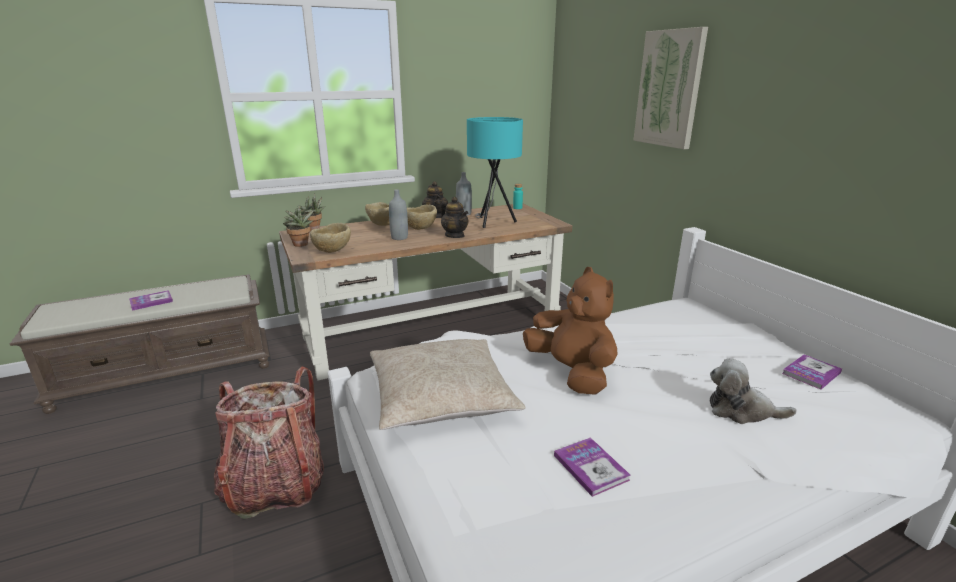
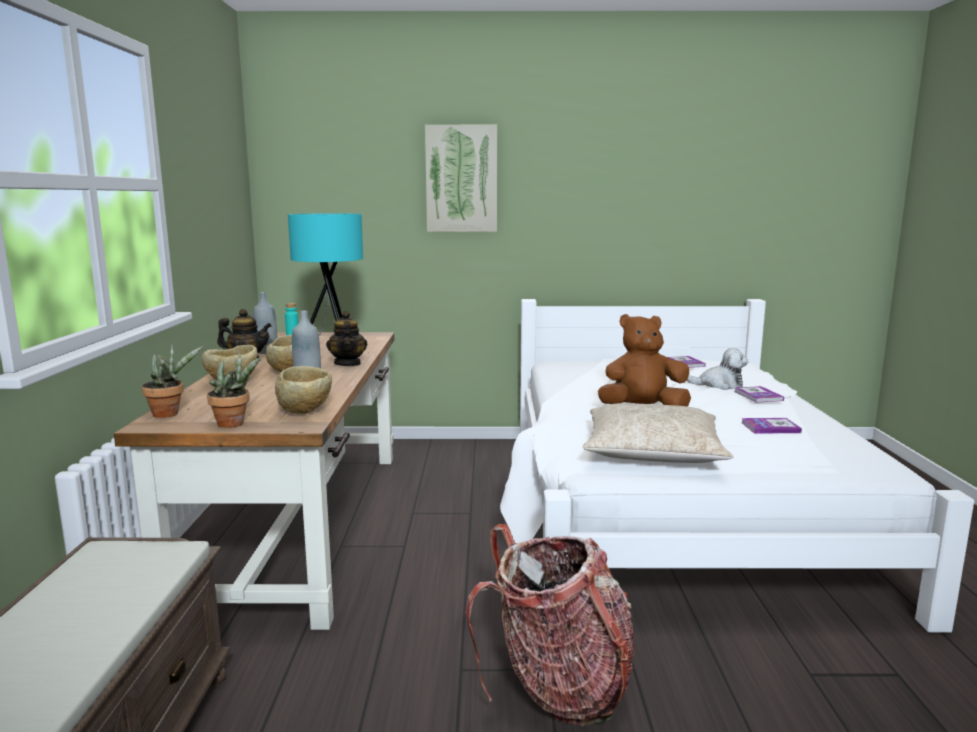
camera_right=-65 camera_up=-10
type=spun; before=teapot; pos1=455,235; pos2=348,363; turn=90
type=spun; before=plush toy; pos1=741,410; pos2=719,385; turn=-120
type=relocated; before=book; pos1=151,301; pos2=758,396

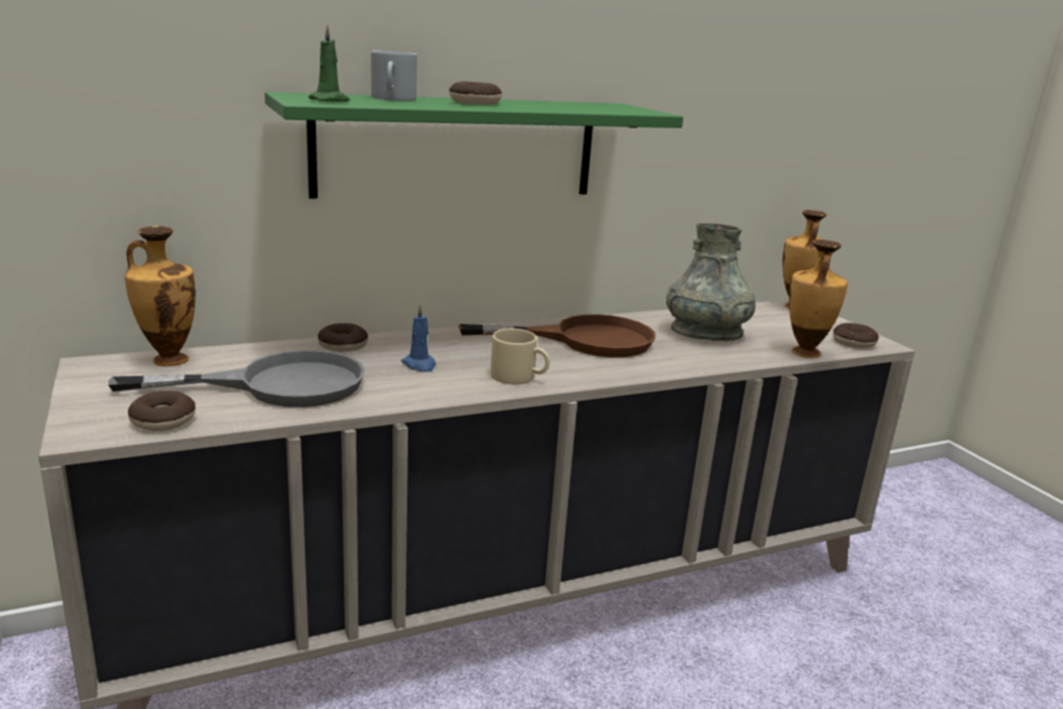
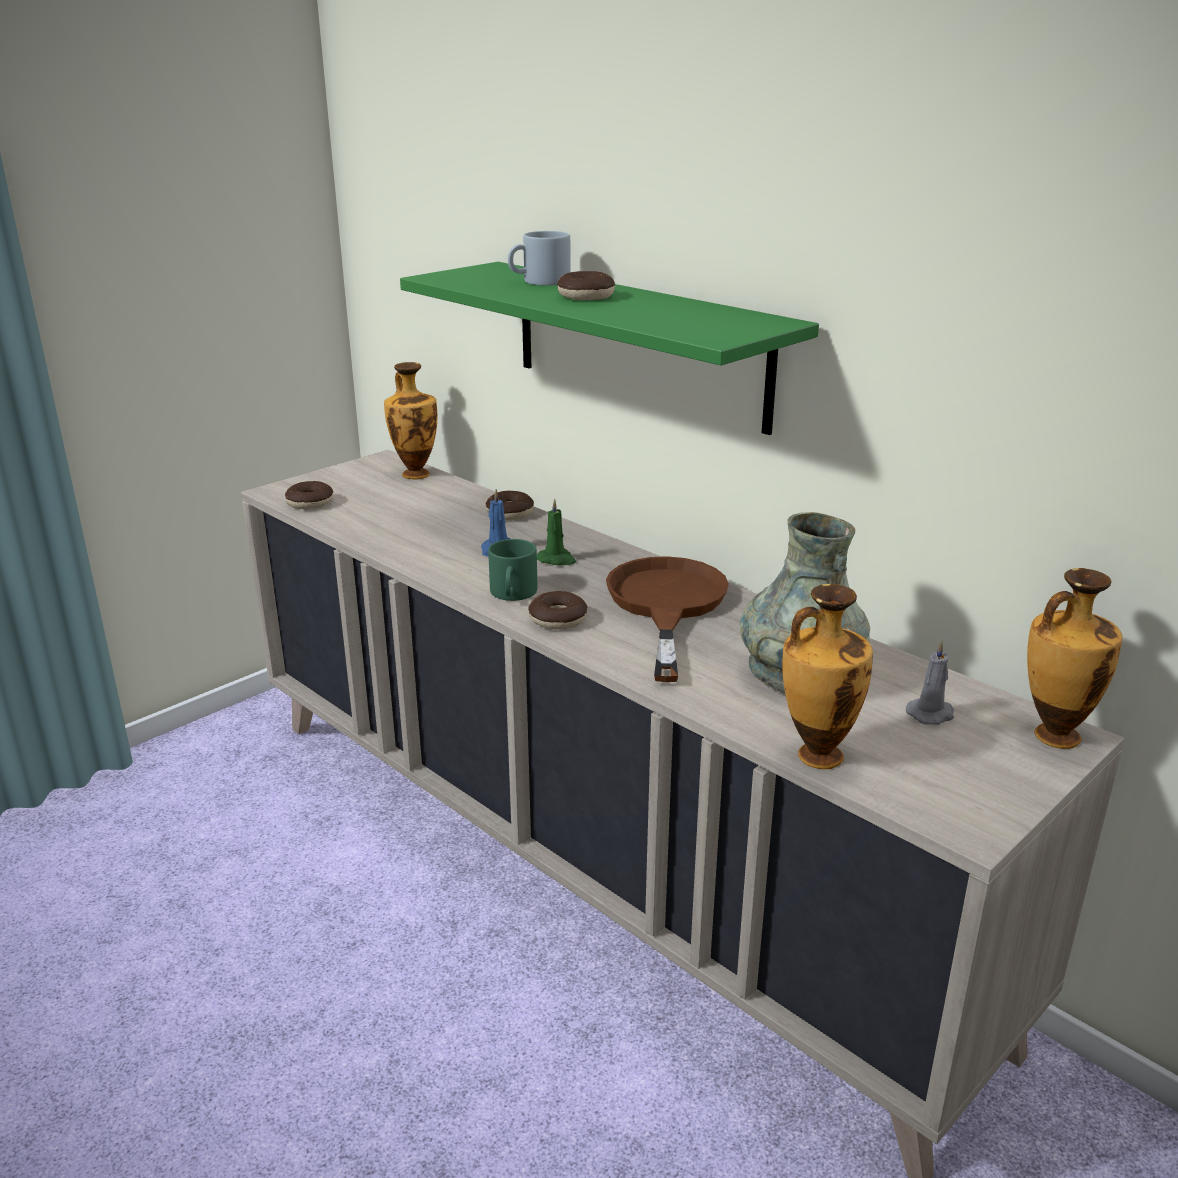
camera_right=70 camera_up=5
type=colour; before=beige mug; after=green mug; pos1=520,377; pos2=513,594
type=relocated; before=donut; pos1=853,343; pos2=558,619
type=relocated; before=green candle; pos1=330,101; pos2=557,560
type=spun; before=brown frying pan; pos1=584,340; pos2=666,605; turn=-150
type=appeared; after=grey candle; pos2=931,714
type=missing; before=grey frying pan; pos1=278,385

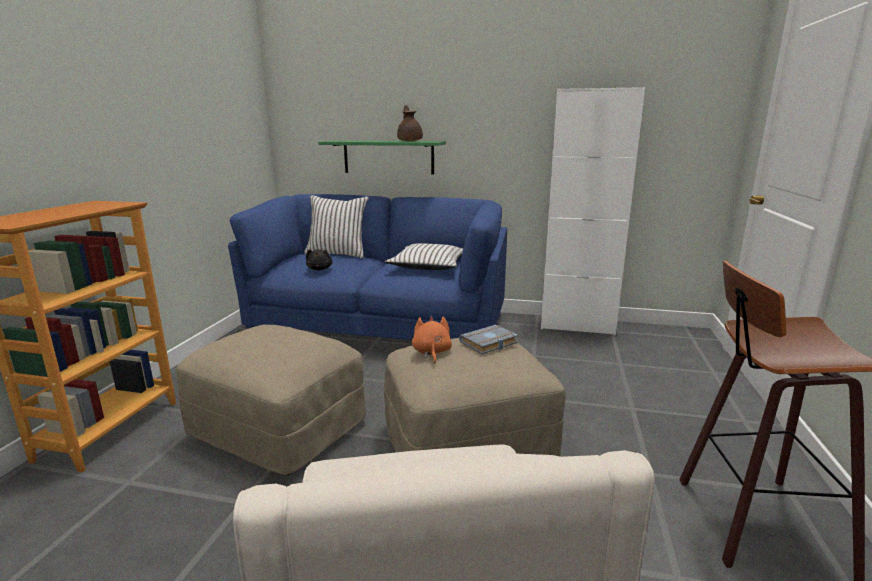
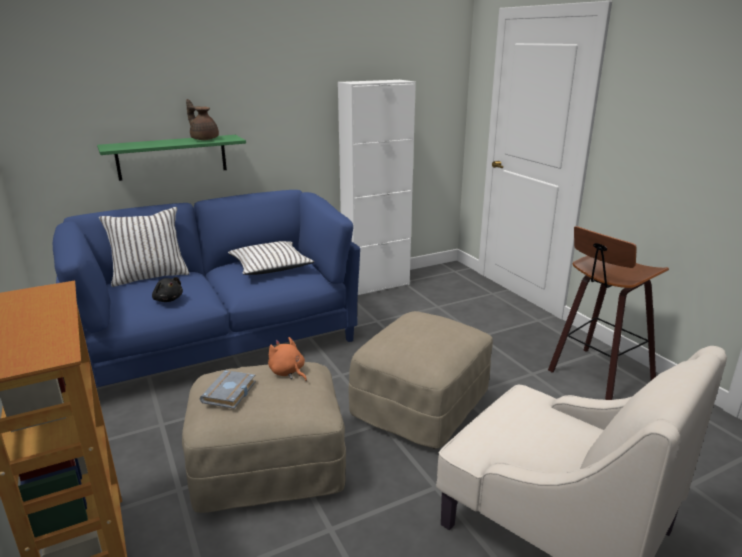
camera_right=-40 camera_up=5
type=relocated; before=grey book; pos1=488,344; pos2=230,393
type=relocated; before=orange plush toy; pos1=431,352; pos2=288,372

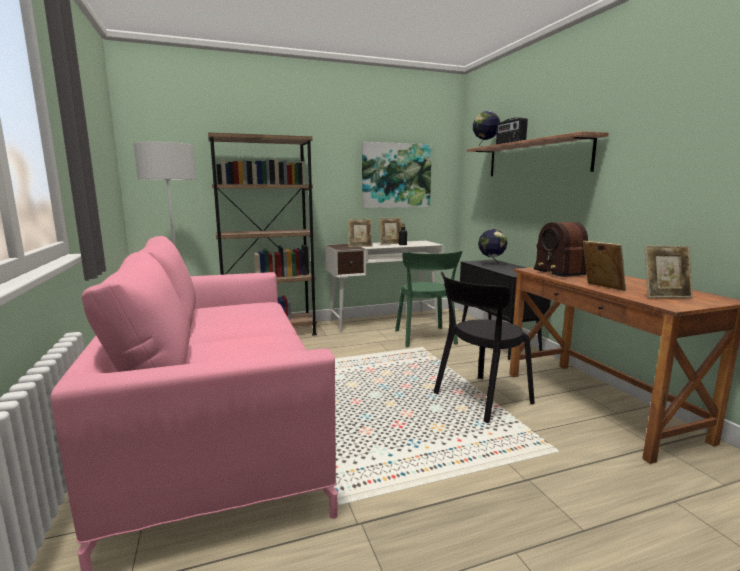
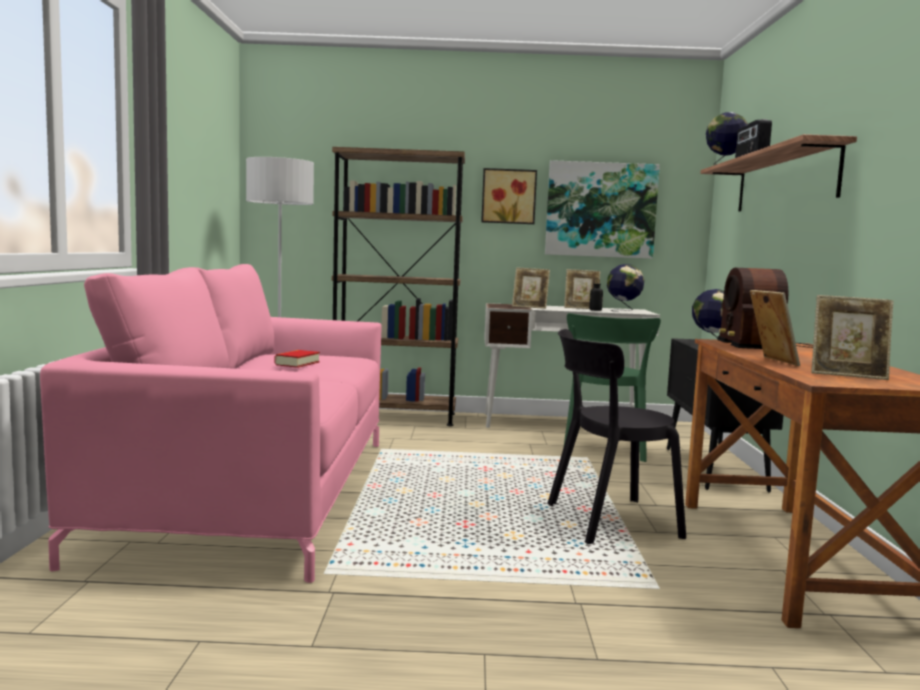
camera_right=20 camera_up=-5
type=appeared; after=book; pos2=297,363
type=appeared; after=picture; pos2=508,196
type=appeared; after=globe; pos2=623,311

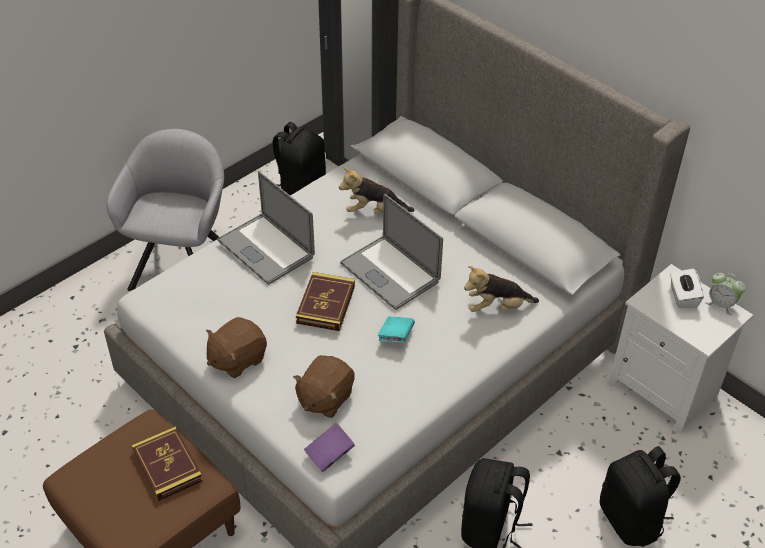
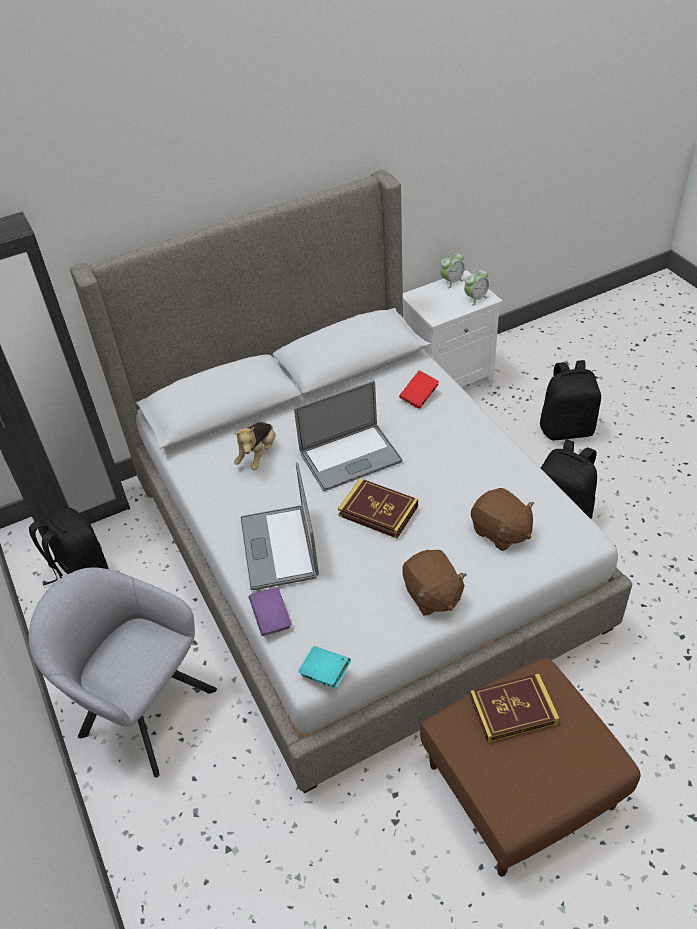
camera_right=-70 camera_up=0
type=spun; before=laptop; pos1=266,248; pos2=279,547; turn=105
type=relocated; before=purple book; pos1=329,454; pos2=271,618
type=relocated; before=turquoise book; pos1=396,336; pos2=325,673
type=exchanged; before=plush toy; after=red book; pos1=497,307; pos2=419,397
type=appeared; after=alarm clock; pos2=476,298
type=missing; before=white tissue box; pos1=683,297

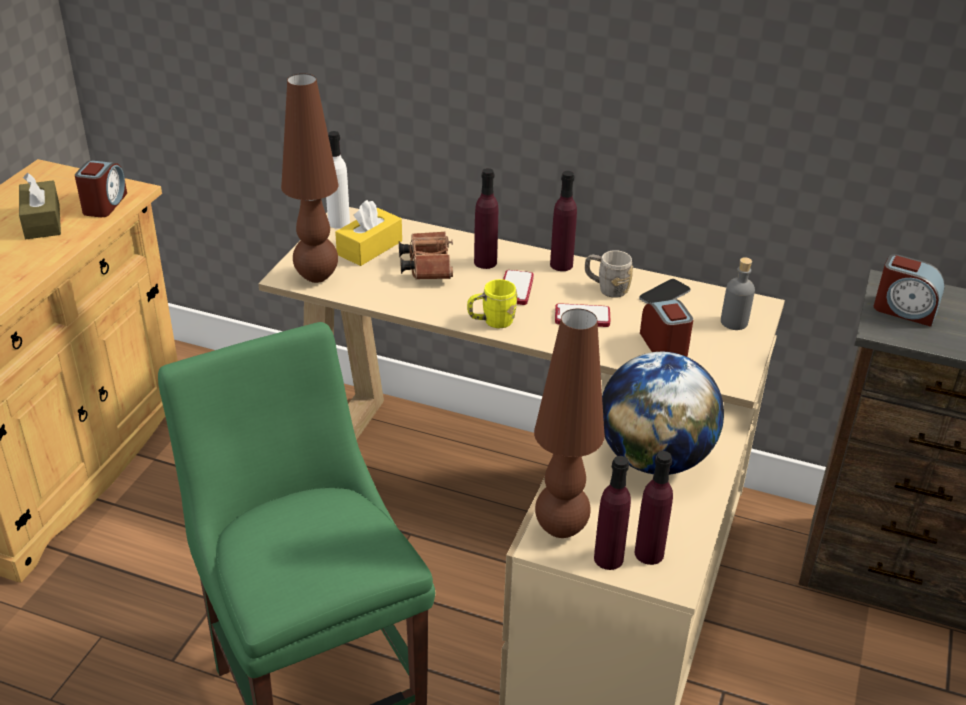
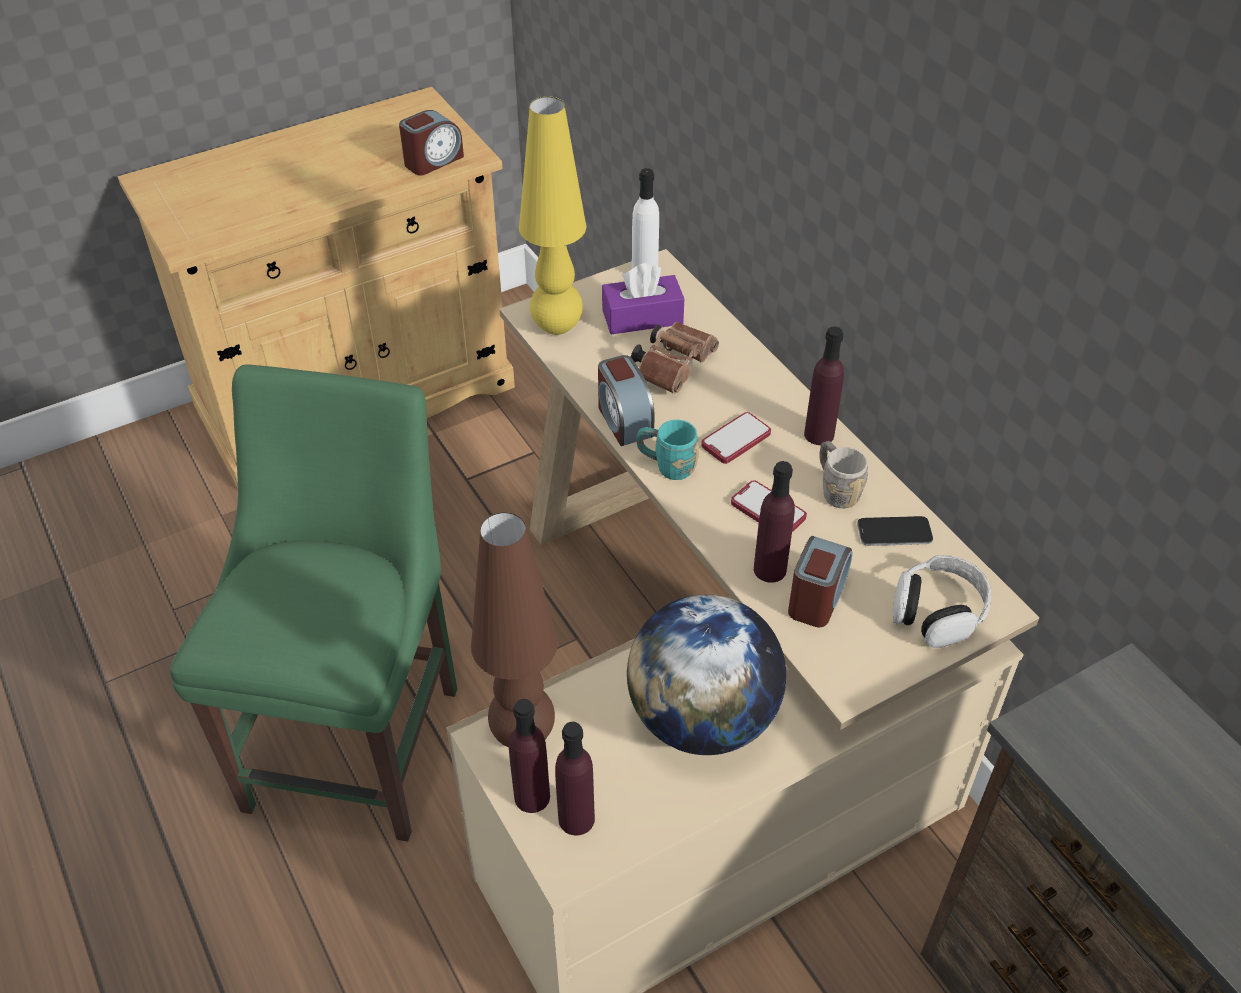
camera_right=40 camera_up=10
type=colour; before=brown table lamp; after=yellow table lamp; pos1=316,277; pos2=556,327
type=relocated; before=alarm clock; pos1=904,310; pos2=624,420
type=colour; before=yellow tissue box; after=purple tissue box; pos1=369,248; pos2=642,317
type=colour; before=yellow mug; after=turquoise mug; pos1=492,322; pos2=667,466
type=relocated; before=purple bottle; pos1=485,262; pos2=769,569
type=exchanged; before=grey bottle; after=headphones; pos1=734,322; pos2=937,611
type=missing; before=brown tissue box; pos1=42,221

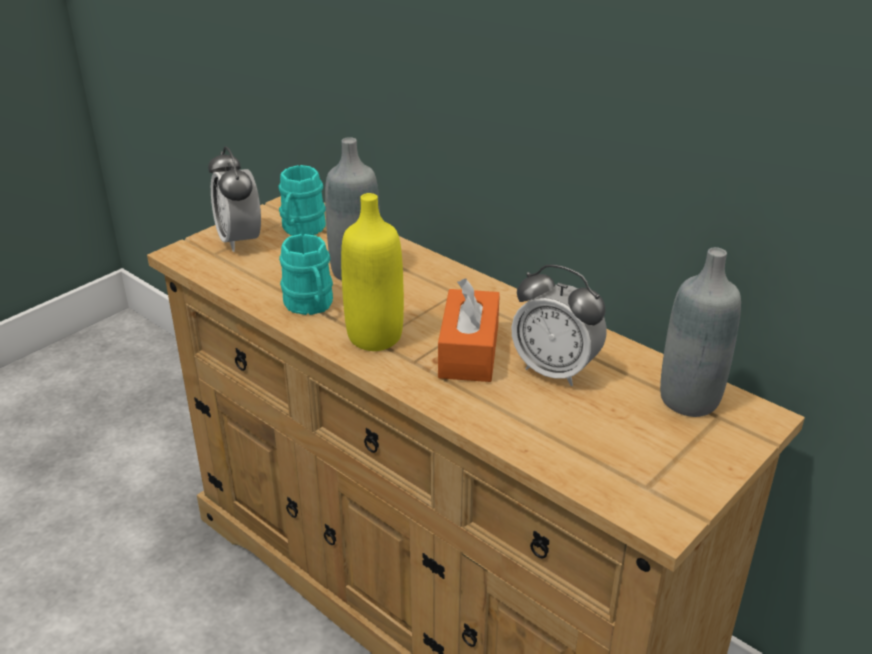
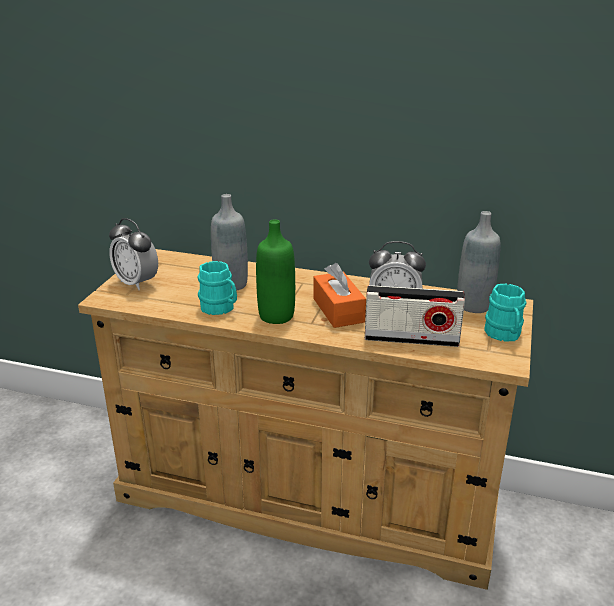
camera_right=-25 camera_up=-5
type=colour; before=yellow bottle; after=green bottle; pos1=375,337; pos2=276,316
type=appeared; after=radio; pos2=411,339
type=relocated; before=turquoise mug; pos1=301,229; pos2=504,335

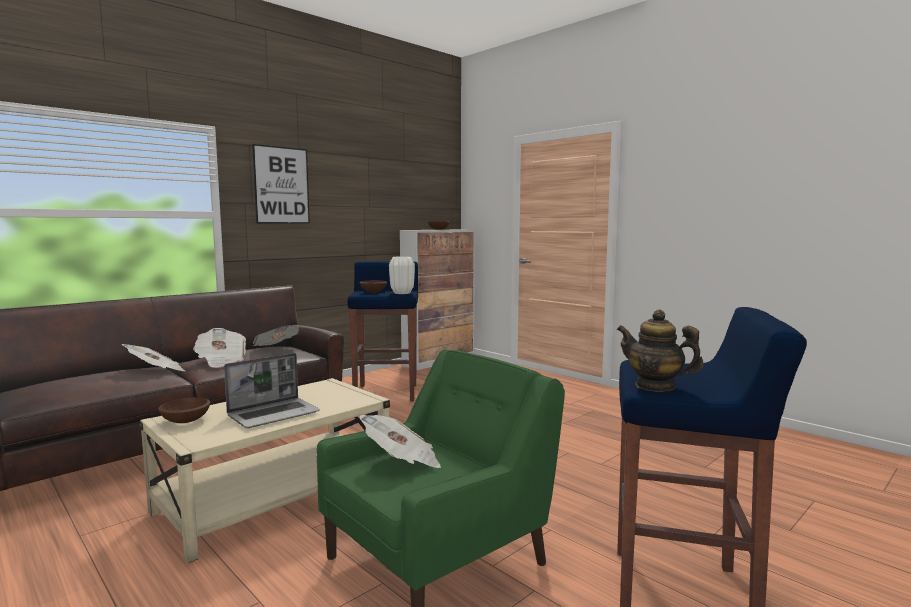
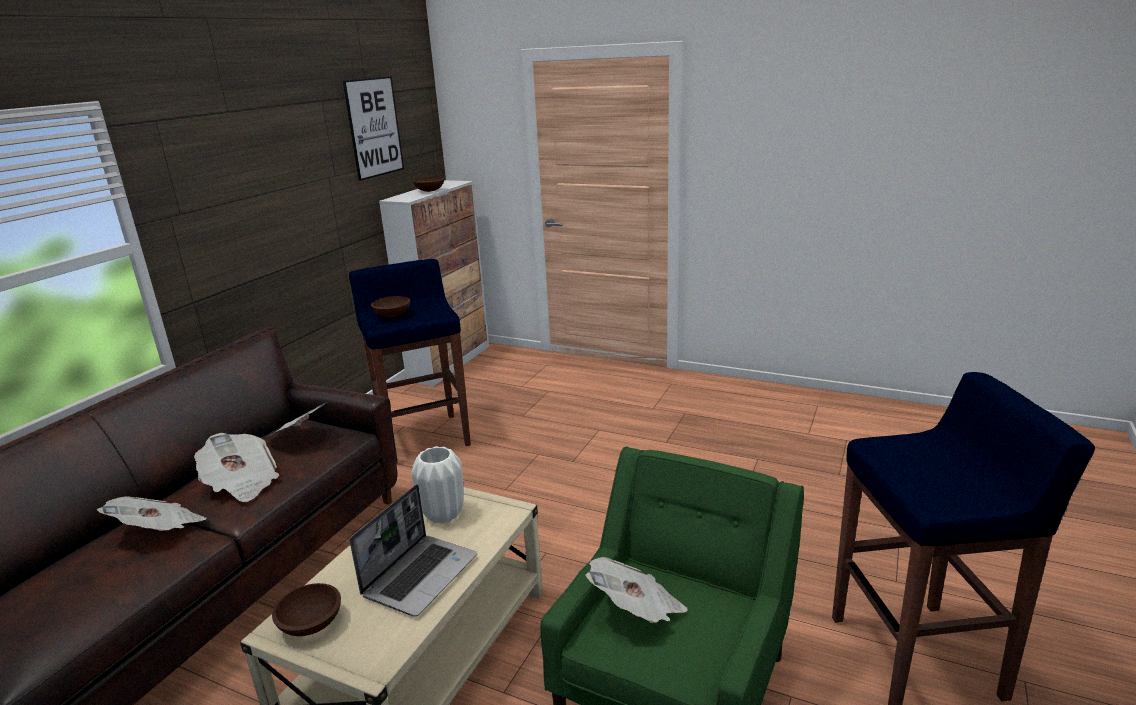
camera_right=-20 camera_up=15
type=relocated; before=picture; pos1=281,185; pos2=374,127
type=relocated; before=white vase; pos1=402,293; pos2=443,515
type=missing; before=teapot; pos1=655,386

